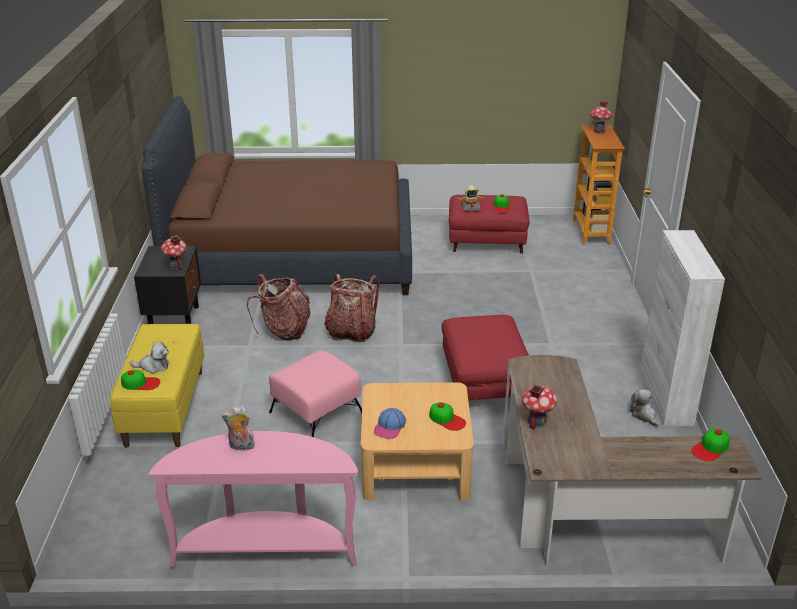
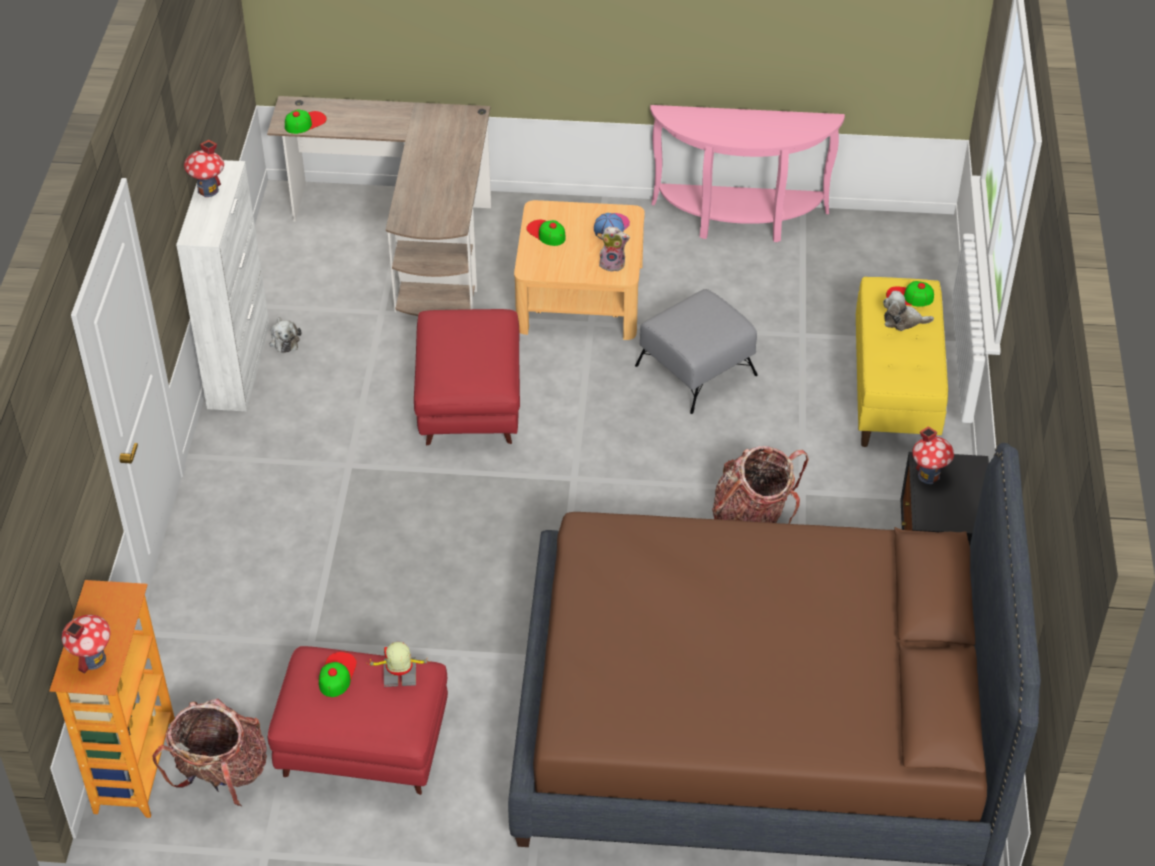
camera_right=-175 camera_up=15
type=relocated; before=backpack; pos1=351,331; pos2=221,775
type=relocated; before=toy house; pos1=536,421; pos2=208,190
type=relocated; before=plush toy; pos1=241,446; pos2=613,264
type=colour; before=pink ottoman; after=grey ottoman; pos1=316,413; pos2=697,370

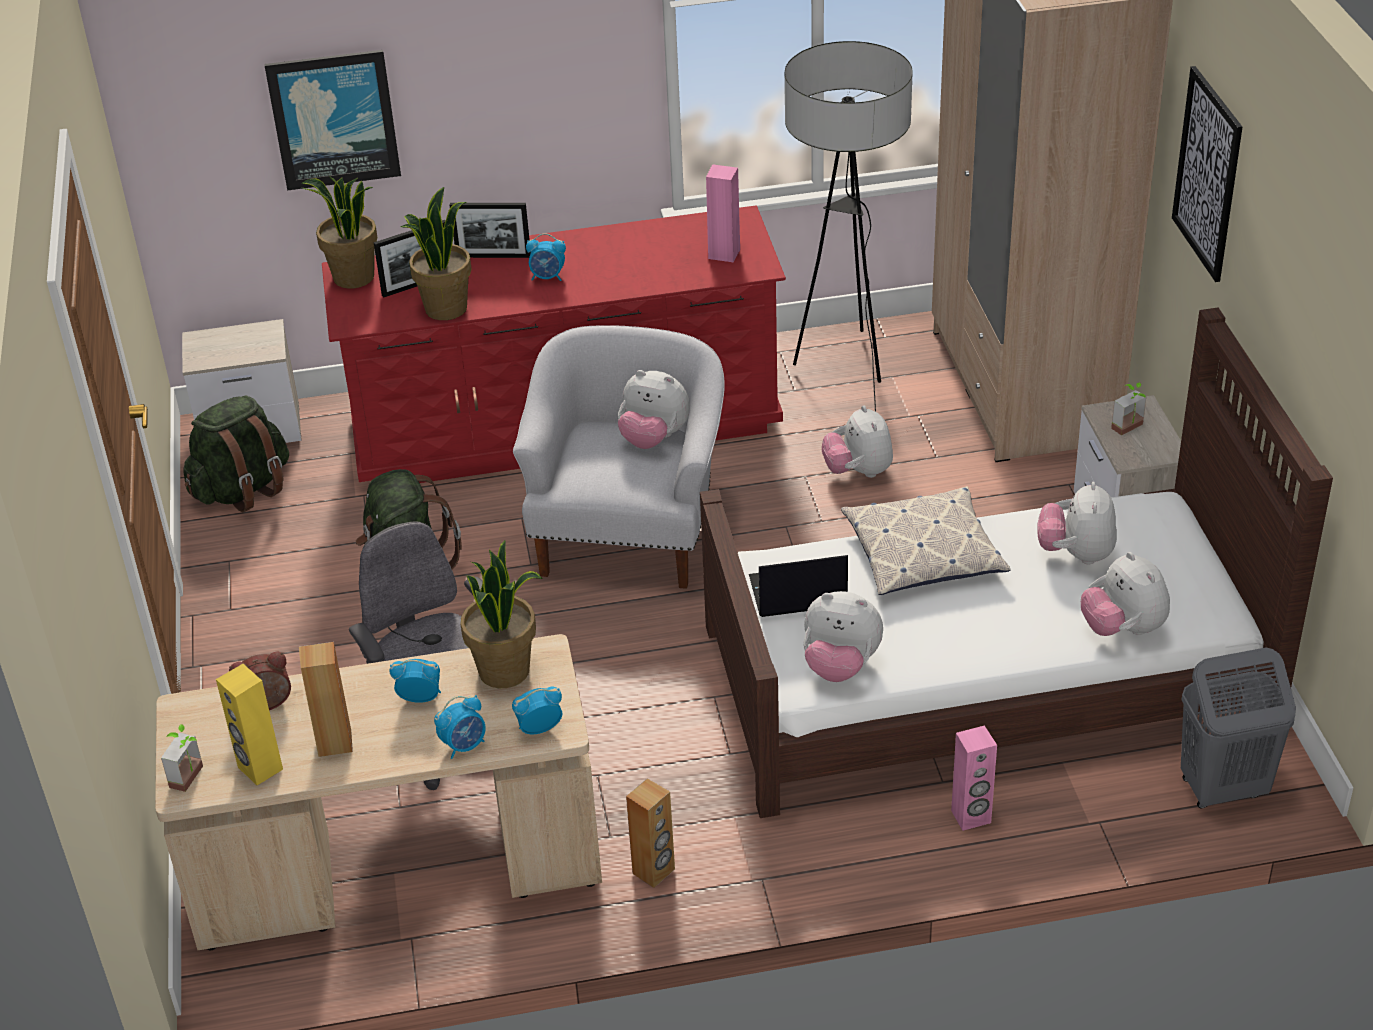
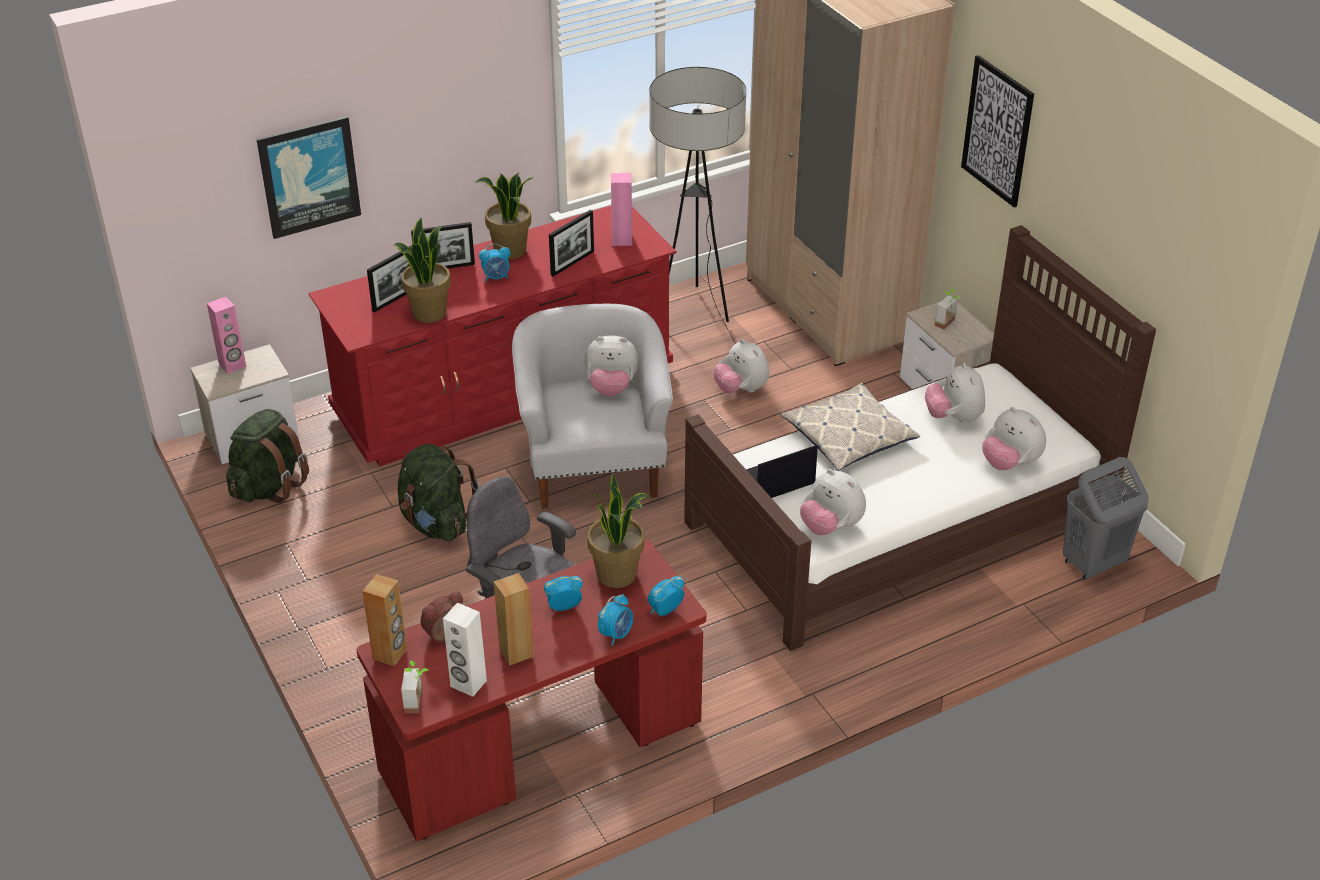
camera_right=-20 camera_up=0
type=relocated; before=pink speaker; pos1=971,817; pos2=233,365
type=colour; before=beige desk; after=red desk; pos1=398,872; pos2=541,749
type=relocated; before=brown speaker; pos1=654,871; pos2=390,654
type=colour; before=yellow speaker; after=white speaker; pos1=259,768; pos2=468,684
type=relocated; before=potted plant; pos1=353,278; pos2=510,251
type=appeared; after=picture frame; pos2=572,263
type=spun; before=plush toy; pos1=840,666; pos2=831,526; turn=45

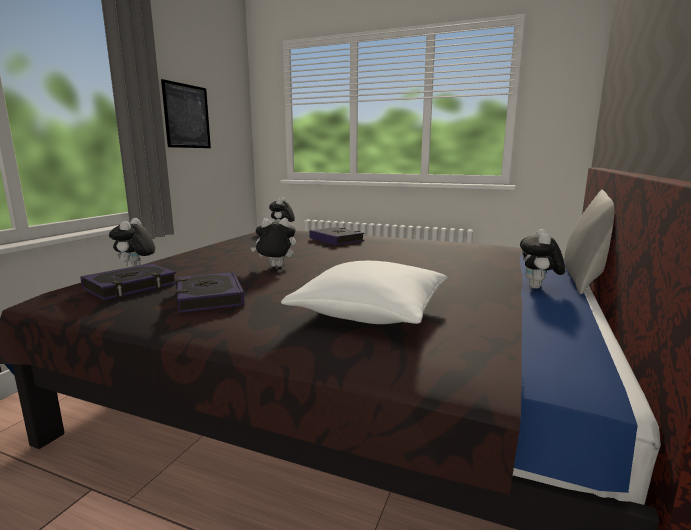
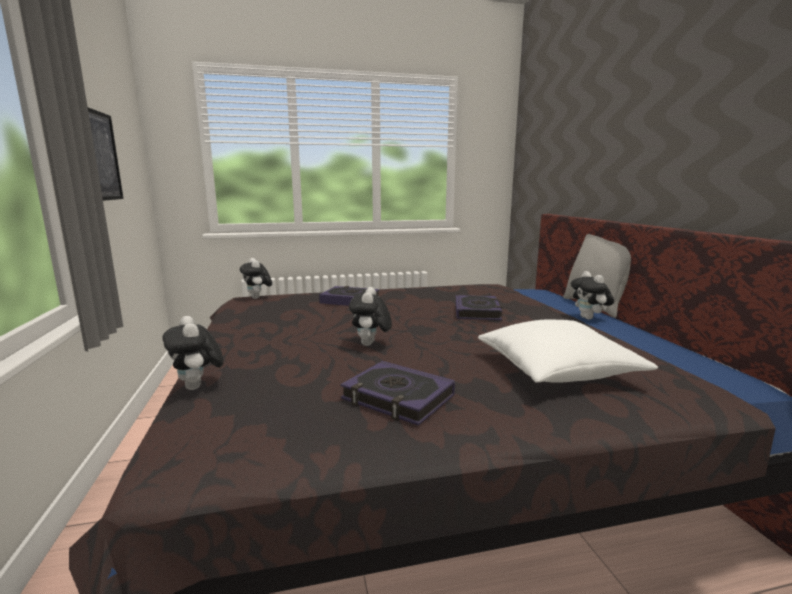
camera_right=-35 camera_up=0
type=spun; before=plush toy; pos1=275,267; pos2=370,344; turn=-45
type=relocated; before=book; pos1=130,287; pos2=477,312

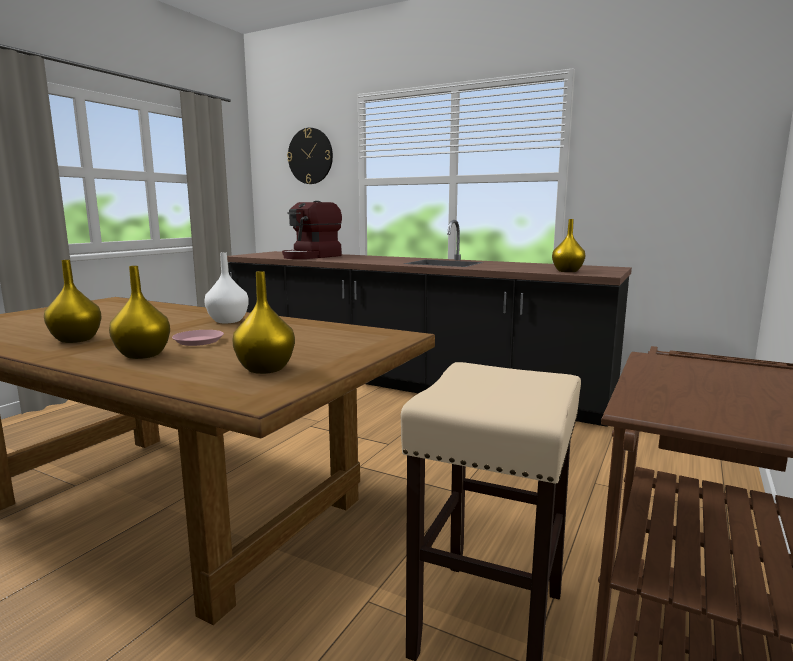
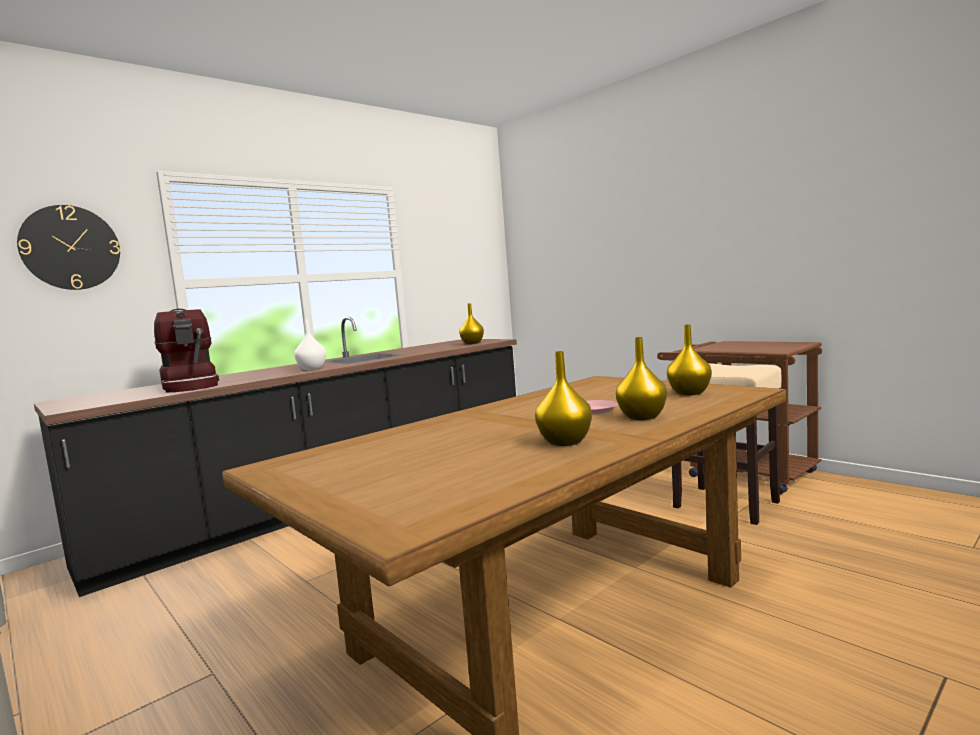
camera_right=-70 camera_up=-5
type=relocated; before=white vase; pos1=229,321; pos2=312,368

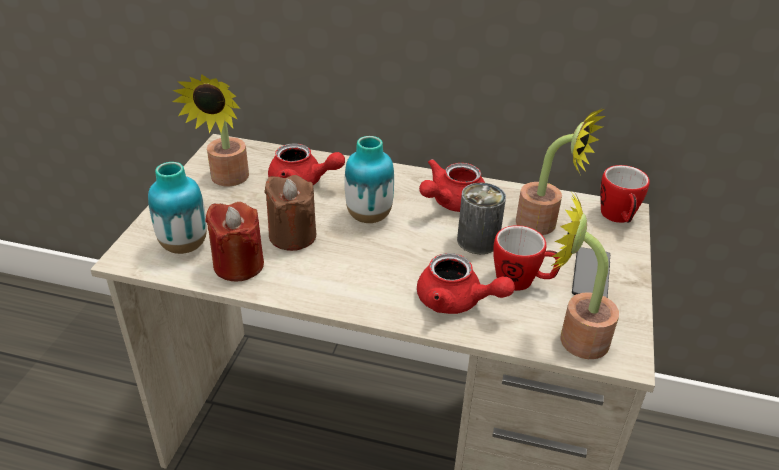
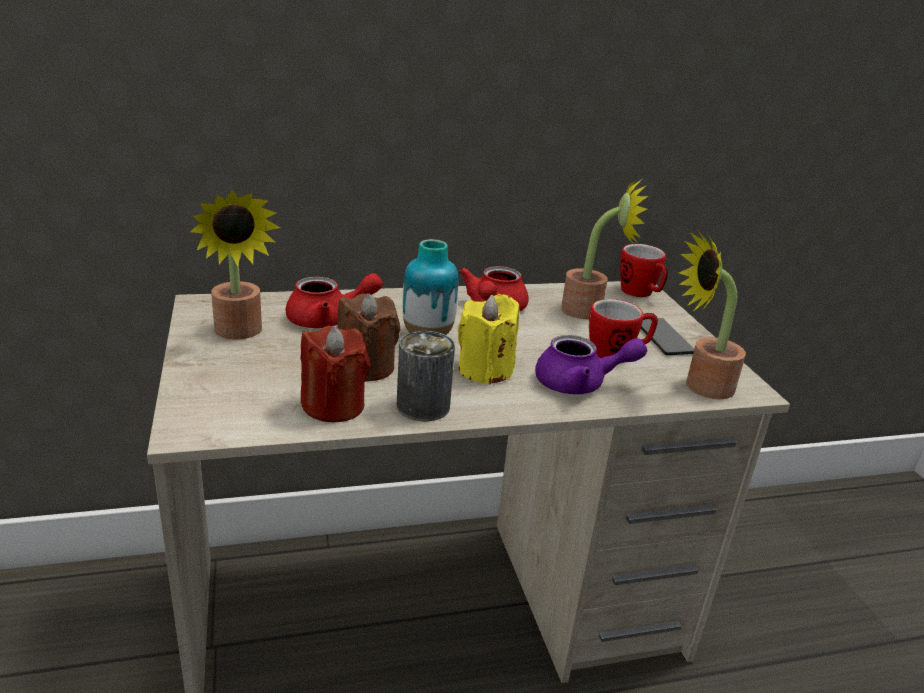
camera_right=-30 camera_up=-10
type=relocated; before=can; pos1=478,240; pos2=423,406
type=appeared; after=yellow candle; pos2=485,370
type=colour; before=red teapot; after=purple teapot; pos1=456,302; pos2=580,384
type=missing; before=vase; pos1=184,246

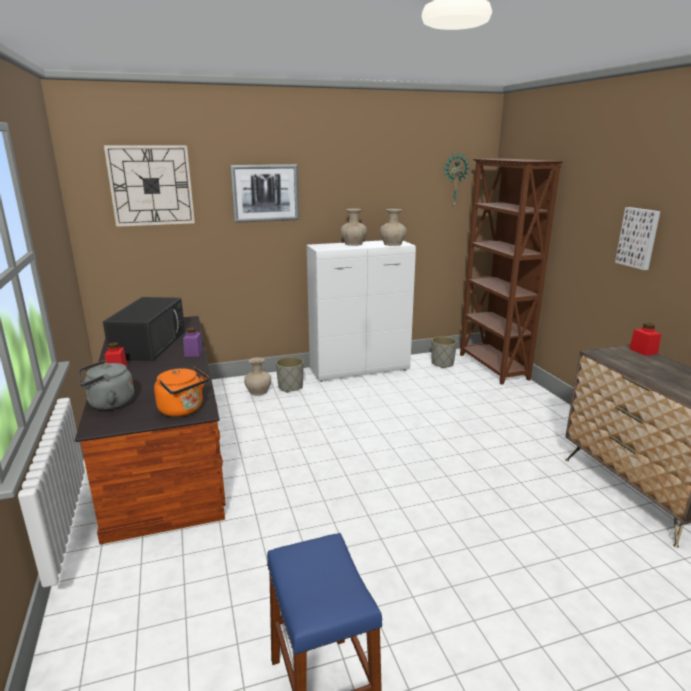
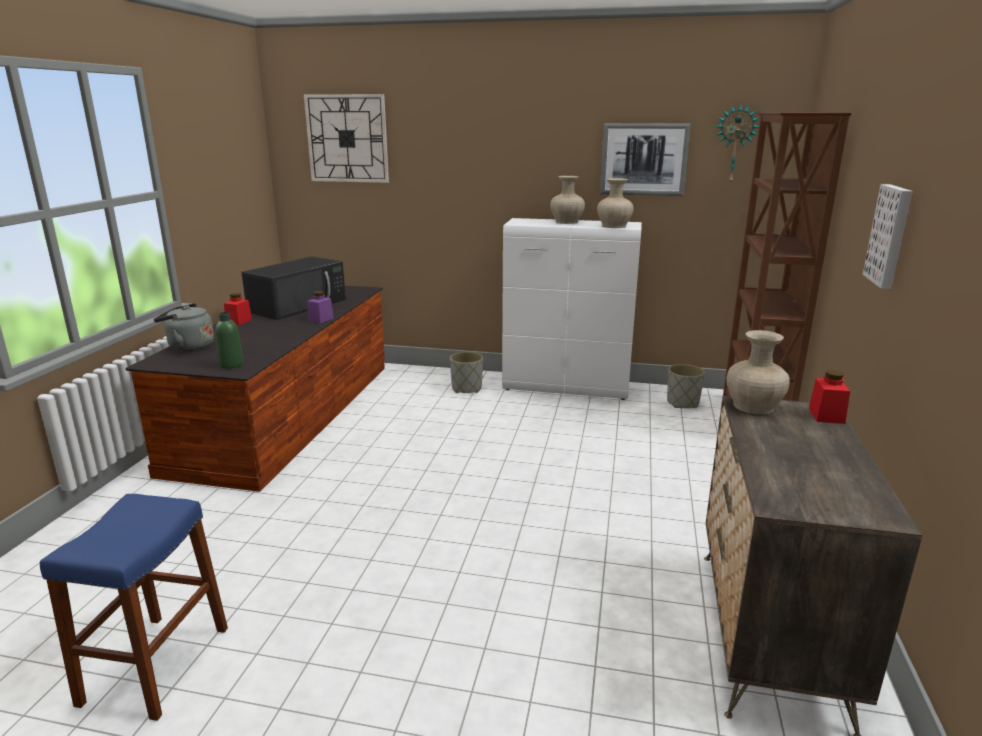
camera_right=30 camera_up=0
type=exchanged; before=orange kettle; after=green bottle; pos1=183,410; pos2=231,364
type=relocated; before=picture; pos1=265,193; pos2=644,159
type=relocated; before=beige vase; pos1=258,391; pos2=754,406

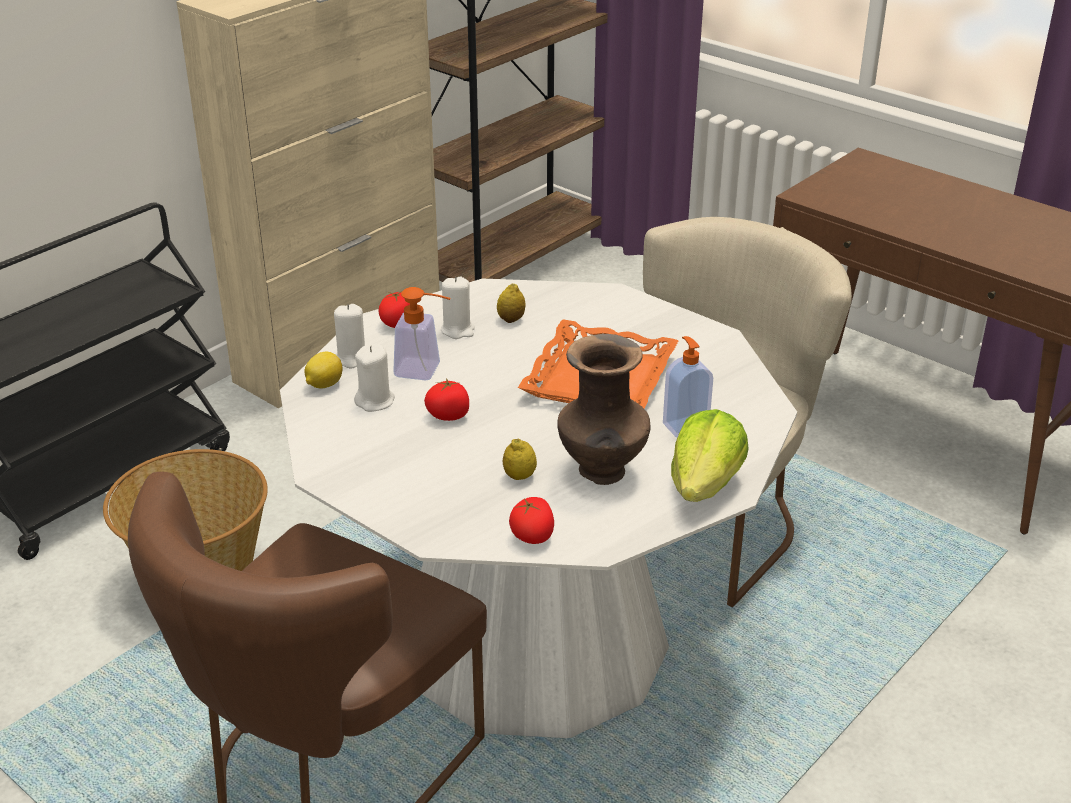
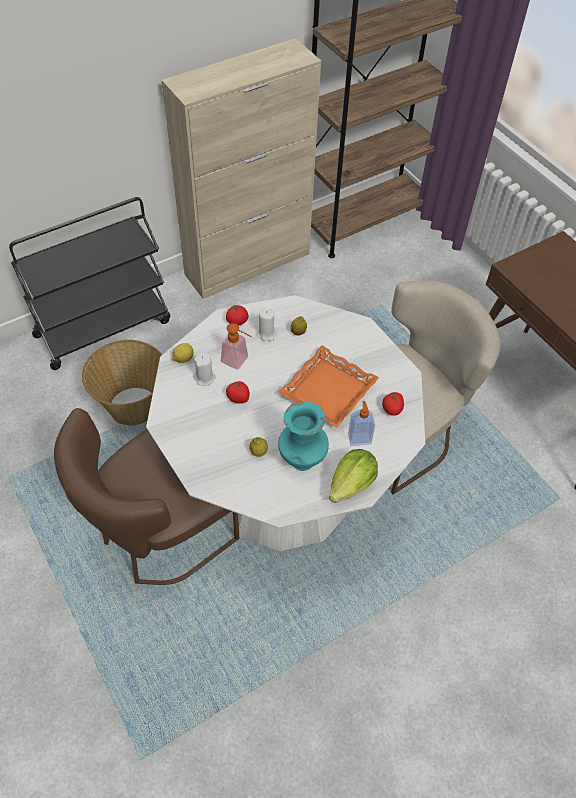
camera_right=15 camera_up=20
type=colour; before=brown vase; after=turquoise vase; pos1=602,473; pos2=302,461
type=relocated; before=tomato; pos1=532,536; pos2=392,409
type=missing; before=white candle; pos1=353,358

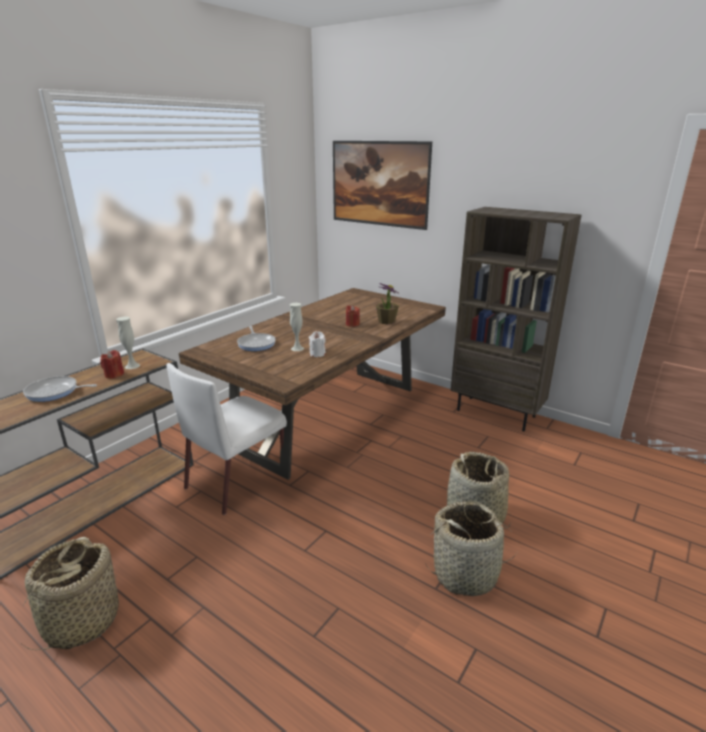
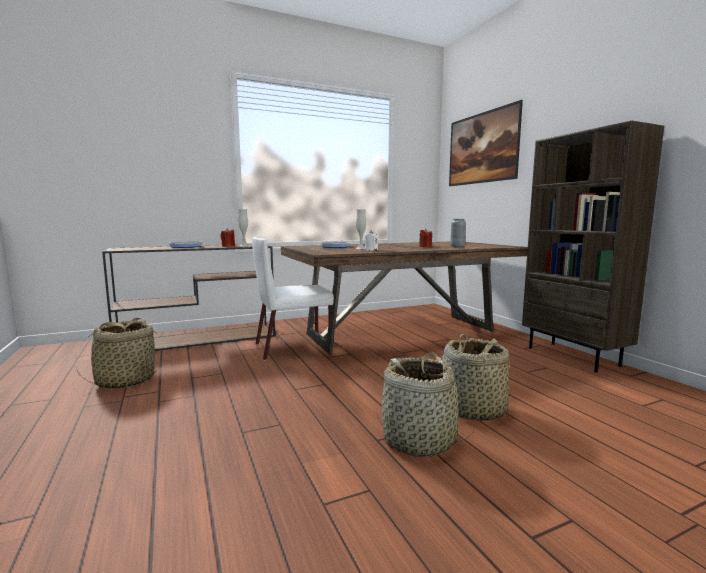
camera_right=30 camera_up=-15
type=exchanged; before=potted plant; after=grey vase; pos1=386,321; pos2=457,247

